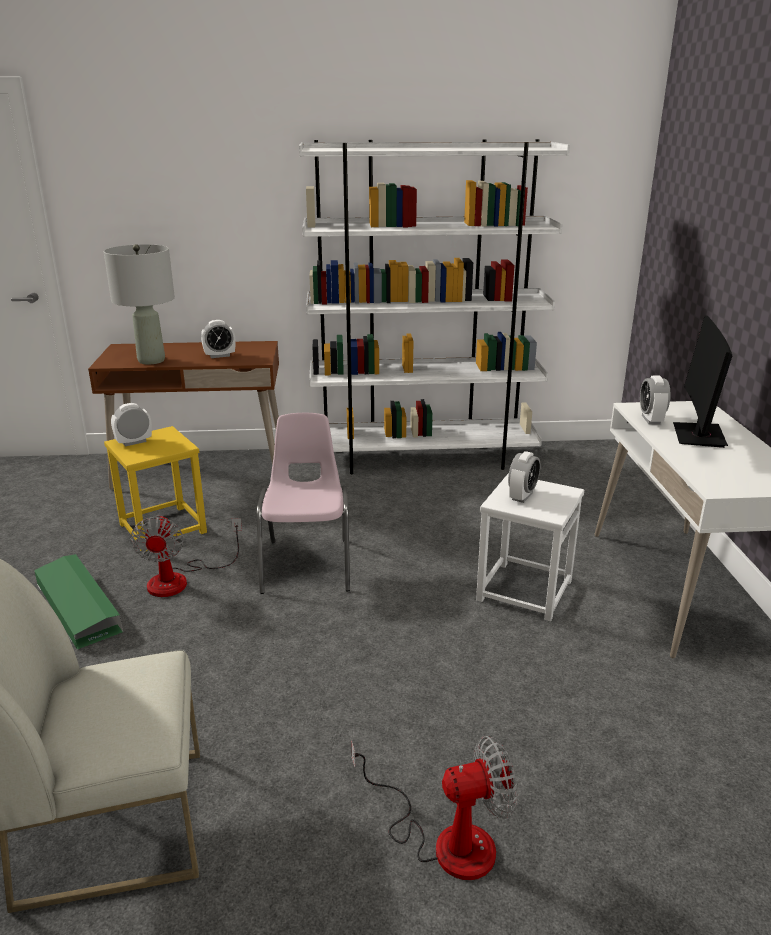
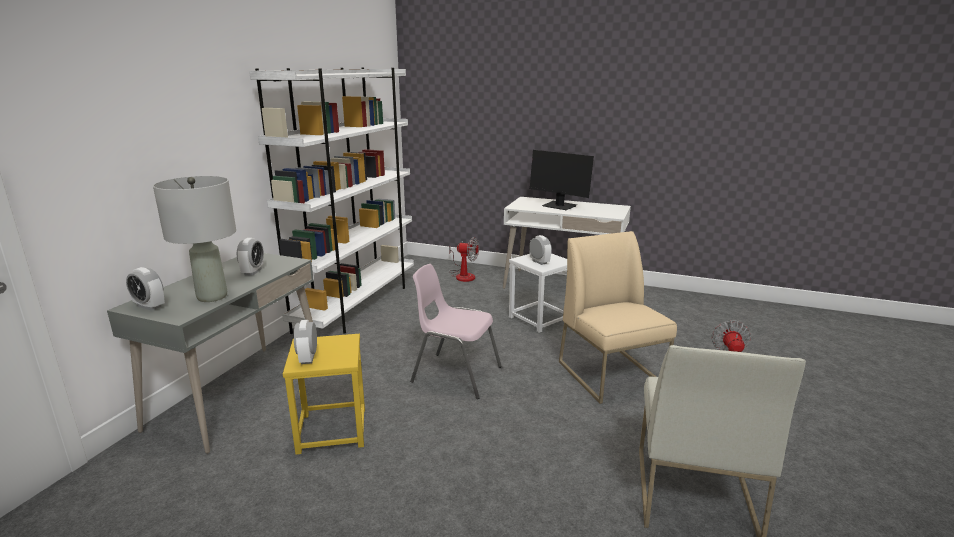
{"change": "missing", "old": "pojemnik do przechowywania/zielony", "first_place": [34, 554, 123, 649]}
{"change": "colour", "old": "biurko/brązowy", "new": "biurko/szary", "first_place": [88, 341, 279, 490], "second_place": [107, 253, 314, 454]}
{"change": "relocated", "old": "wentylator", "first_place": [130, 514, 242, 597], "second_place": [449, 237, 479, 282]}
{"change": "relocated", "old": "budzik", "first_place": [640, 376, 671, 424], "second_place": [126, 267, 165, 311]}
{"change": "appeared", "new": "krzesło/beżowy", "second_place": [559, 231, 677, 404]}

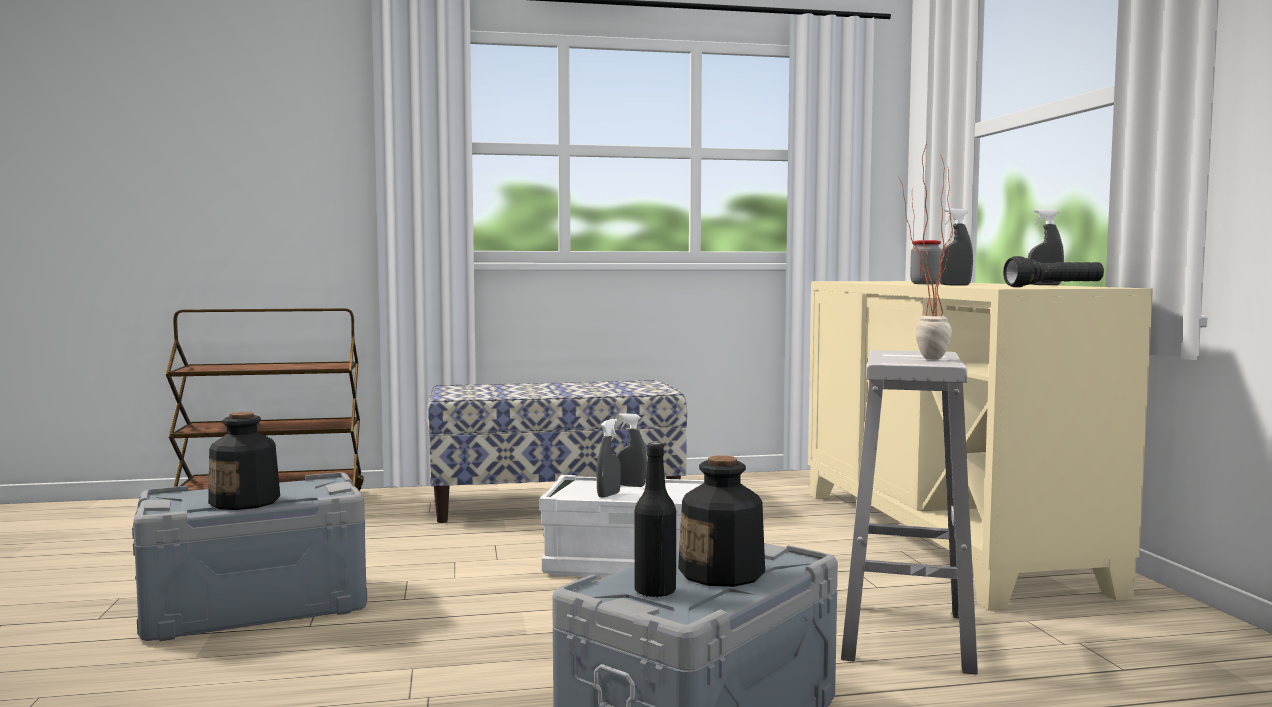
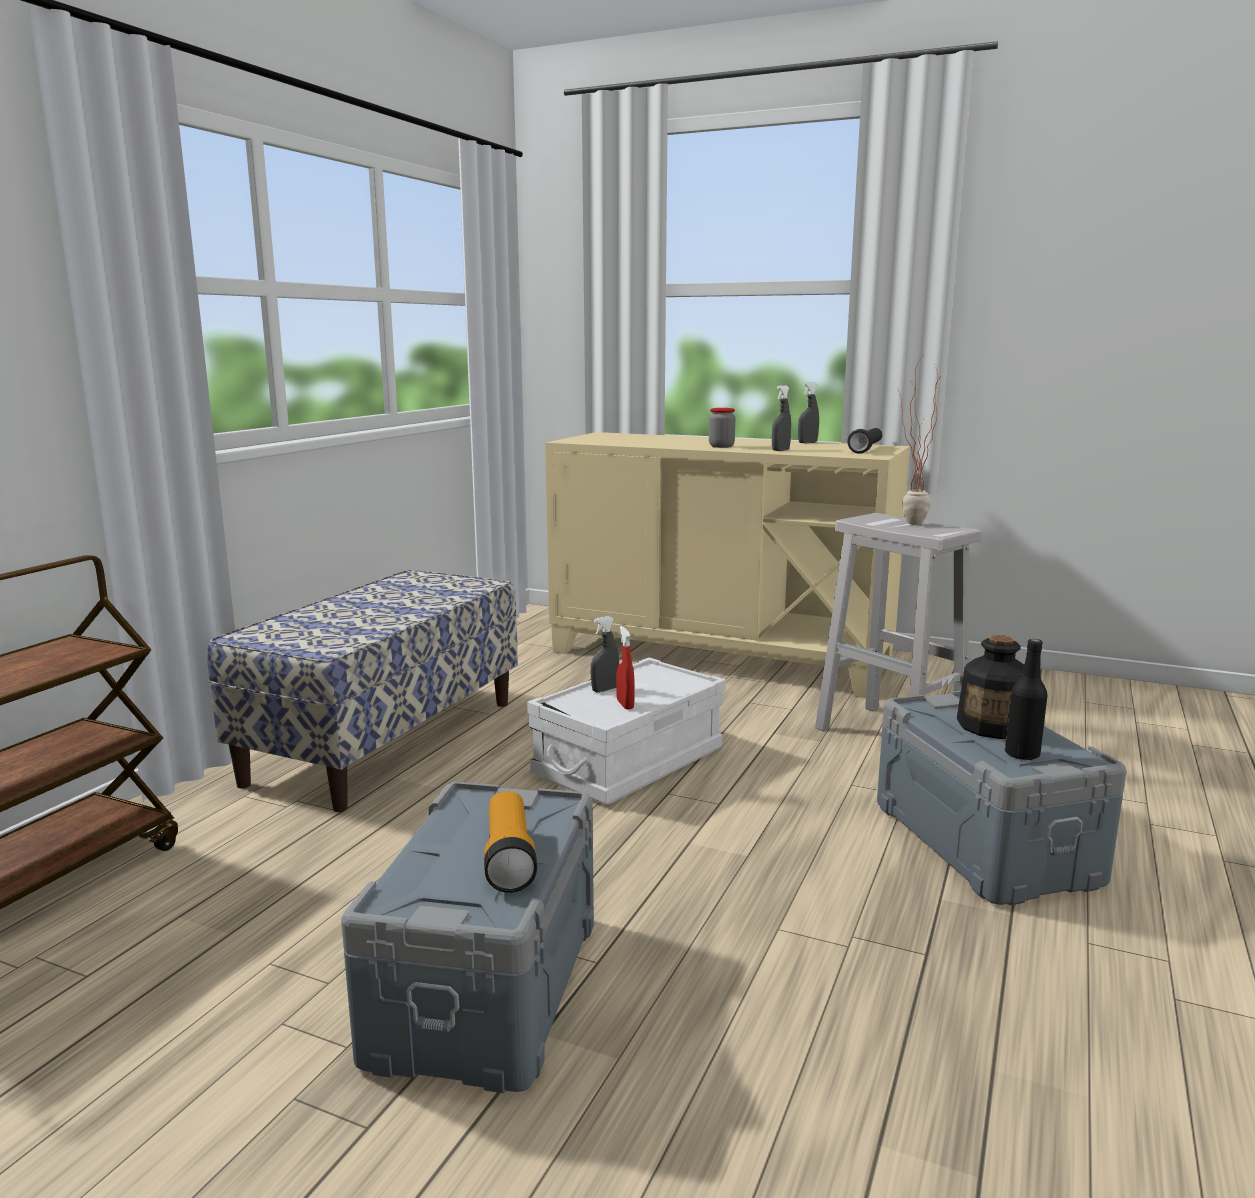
{"change": "exchanged", "old": "butelka", "new": "latarka", "first_place": [208, 412, 280, 510], "second_place": [484, 791, 537, 893]}
{"change": "colour", "old": "spryskiwacz/szary", "new": "spryskiwacz/czerwony", "first_place": [596, 419, 621, 498], "second_place": [616, 626, 635, 710]}

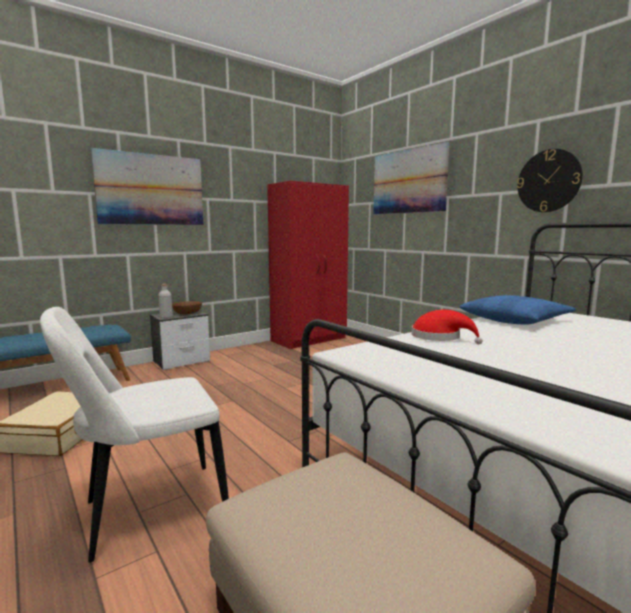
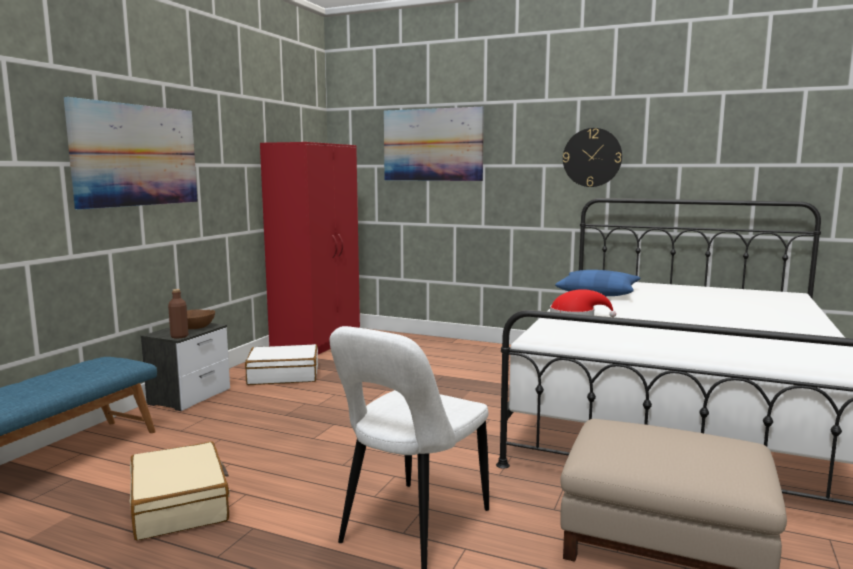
{"change": "colour", "old": "butelka/szary", "new": "butelka/brązowy", "first_place": [159, 284, 173, 319], "second_place": [168, 289, 188, 339]}
{"change": "appeared", "new": "walizka/biały", "second_place": [245, 344, 318, 385]}

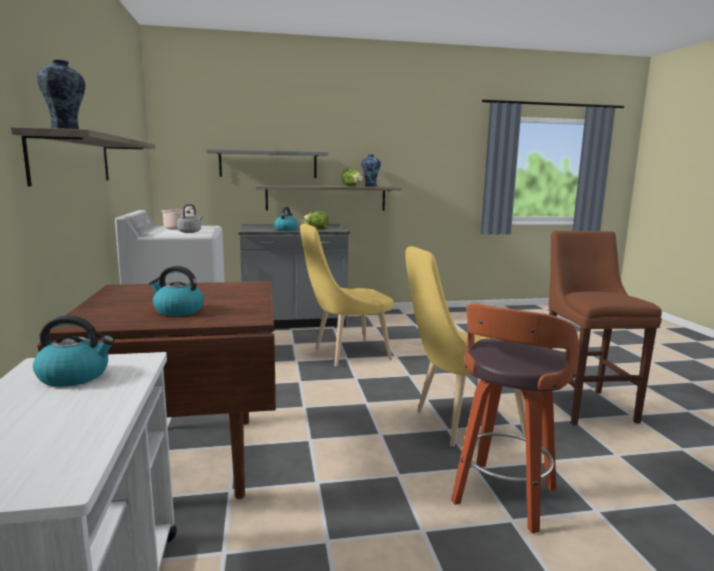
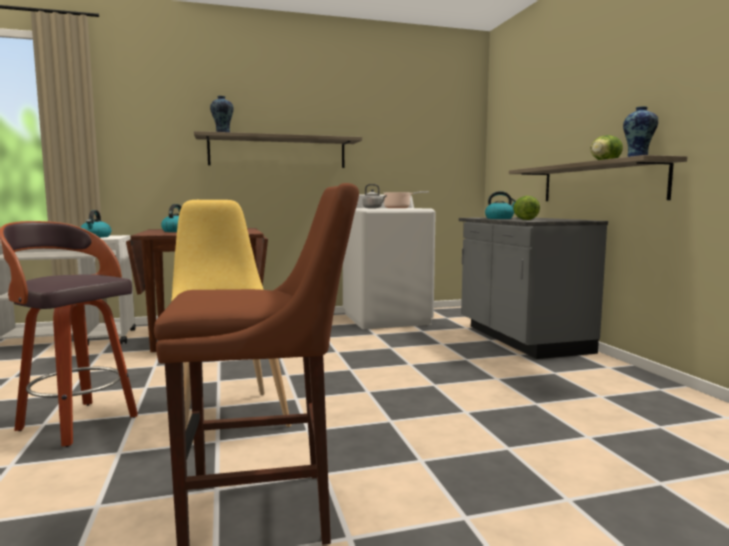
{"change": "missing", "old": "półka/szary", "first_place": [206, 149, 328, 178]}
{"change": "missing", "old": "krzesło/żółty", "first_place": [300, 224, 394, 367]}

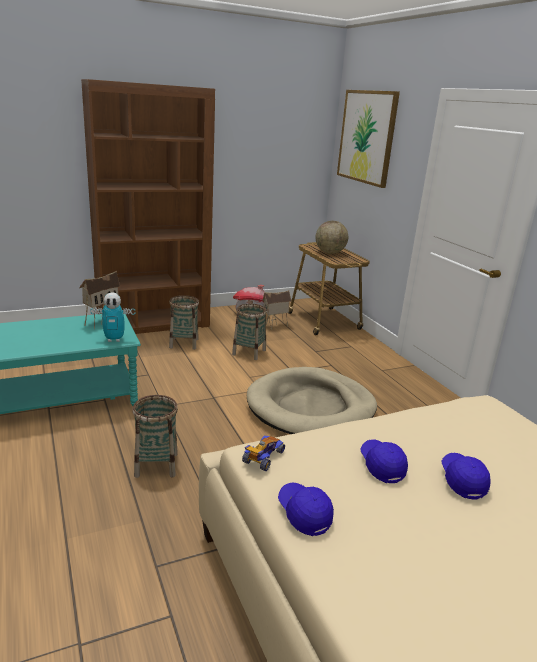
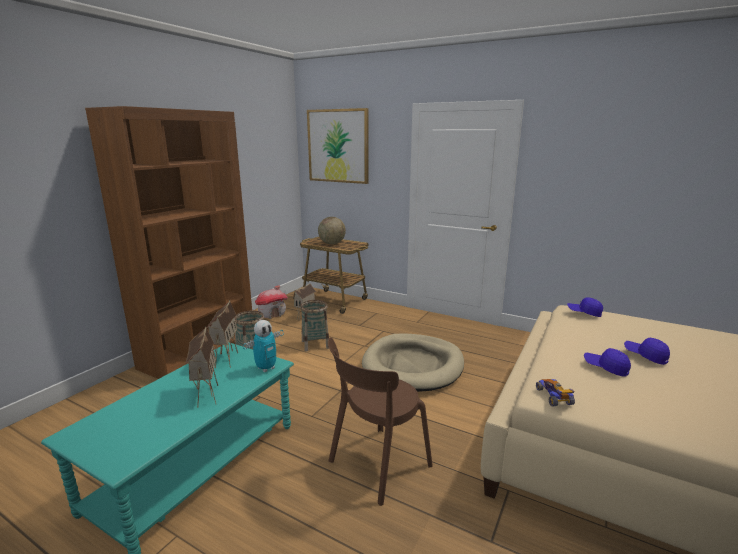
{"change": "exchanged", "old": "koszyk", "new": "krzesło/brązowy", "first_place": [133, 395, 178, 478], "second_place": [328, 337, 433, 506]}
{"change": "relocated", "old": "czapka z daszkiem/niebieski", "first_place": [278, 482, 334, 536], "second_place": [567, 297, 603, 317]}
{"change": "appeared", "new": "domek", "second_place": [185, 327, 218, 408]}

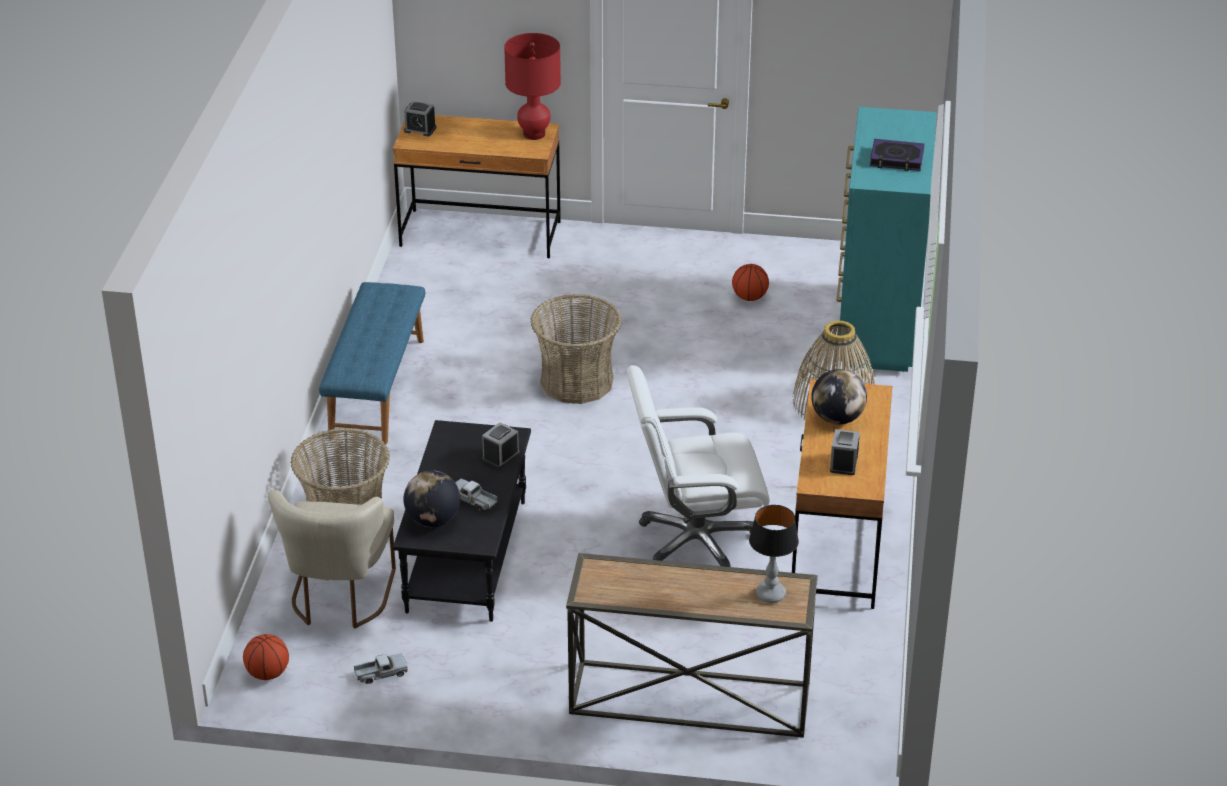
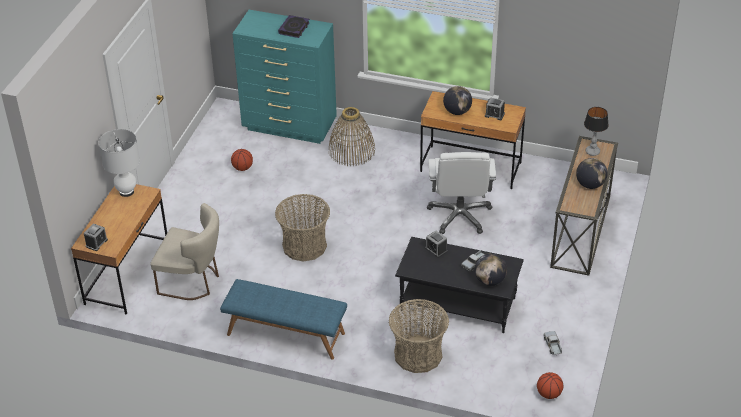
{"change": "relocated", "old": "krzesło/beżowy", "first_place": [268, 490, 396, 629], "second_place": [150, 203, 219, 300]}
{"change": "colour", "old": "lampa stołowa/czerwony", "new": "lampa stołowa/biały", "first_place": [504, 33, 561, 140], "second_place": [98, 129, 140, 197]}
{"change": "appeared", "new": "globus", "second_place": [576, 158, 607, 189]}

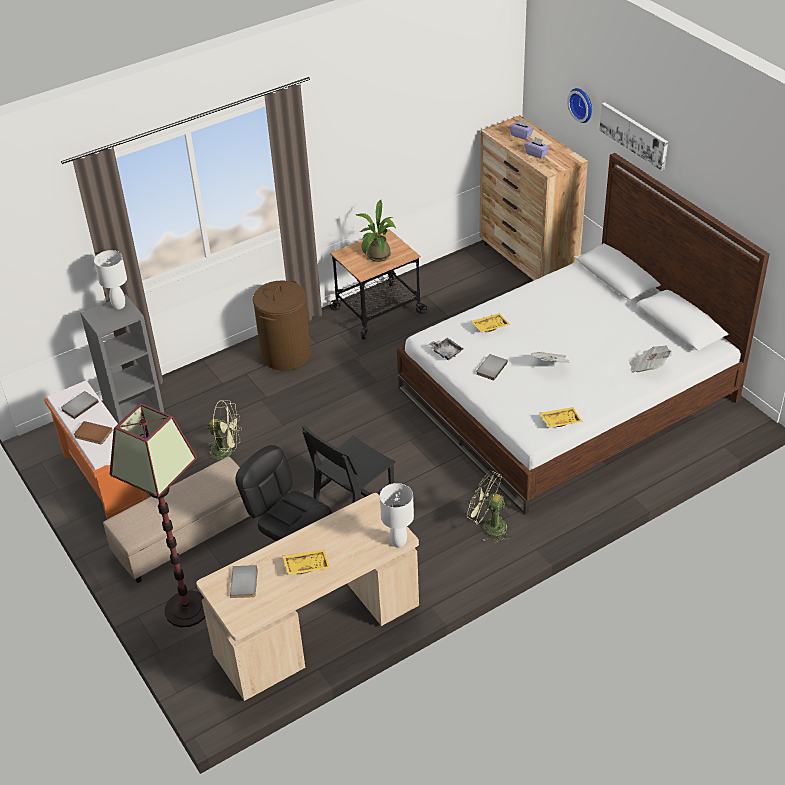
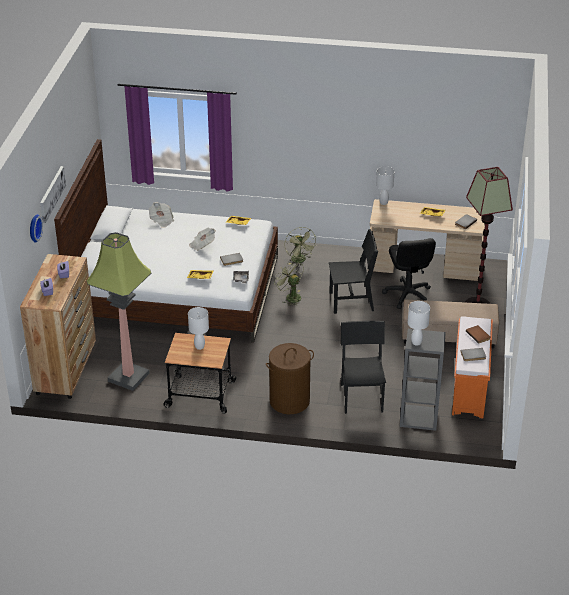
{"change": "relocated", "old": "wentylator/zielony", "first_place": [204, 400, 242, 460], "second_place": [274, 260, 304, 306]}
{"change": "exchanged", "old": "roślina doniczkowa", "new": "lampa stołowa/biały", "first_place": [356, 199, 396, 262], "second_place": [188, 307, 209, 350]}
{"change": "appeared", "new": "lampa stojąca", "second_place": [87, 232, 151, 391]}
{"change": "appeared", "new": "krzesło/czarny", "second_place": [341, 321, 386, 414]}

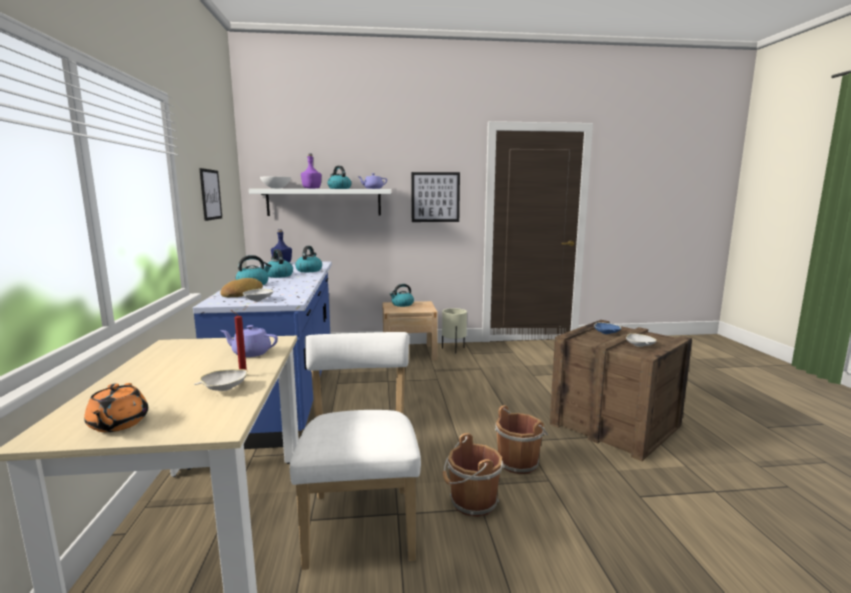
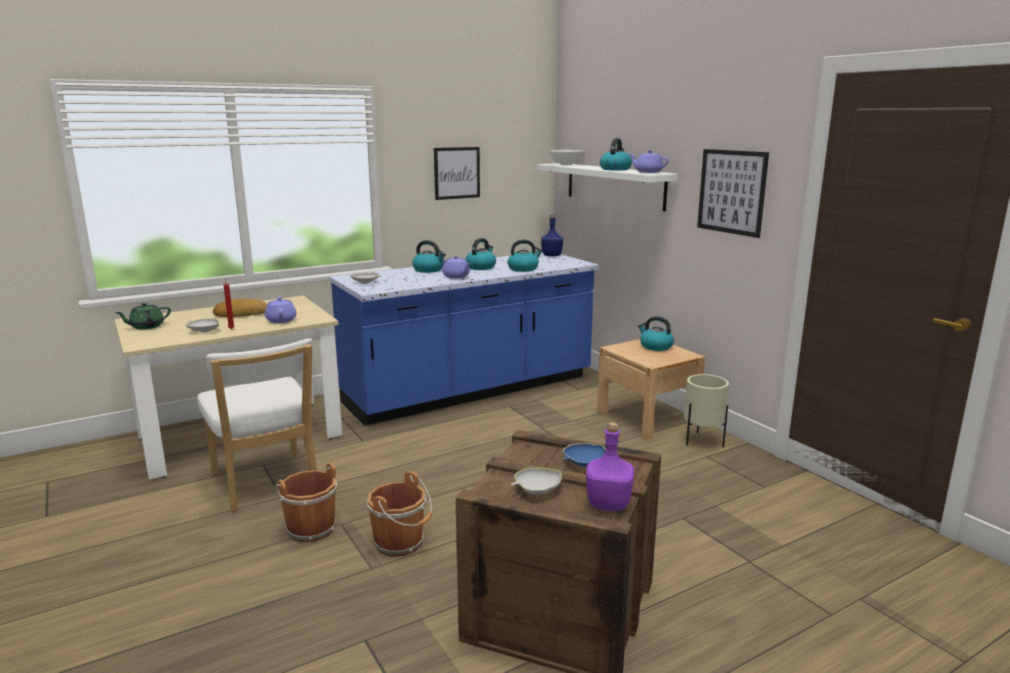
{"change": "colour", "old": "imbryk/pomarańczowy", "new": "imbryk/zielony", "first_place": [84, 383, 148, 432], "second_place": [115, 303, 171, 330]}
{"change": "relocated", "old": "chleb", "first_place": [220, 278, 263, 297], "second_place": [213, 299, 267, 317]}
{"change": "spun", "old": "krzesło/biały", "first_place": [290, 332, 421, 570], "second_place": [197, 338, 317, 512], "degrees": 90}
{"change": "relocated", "old": "butelka/fioletowy", "first_place": [301, 154, 321, 189], "second_place": [586, 422, 634, 511]}
{"change": "appeared", "new": "imbryk/fioletowy", "second_place": [442, 256, 470, 279]}

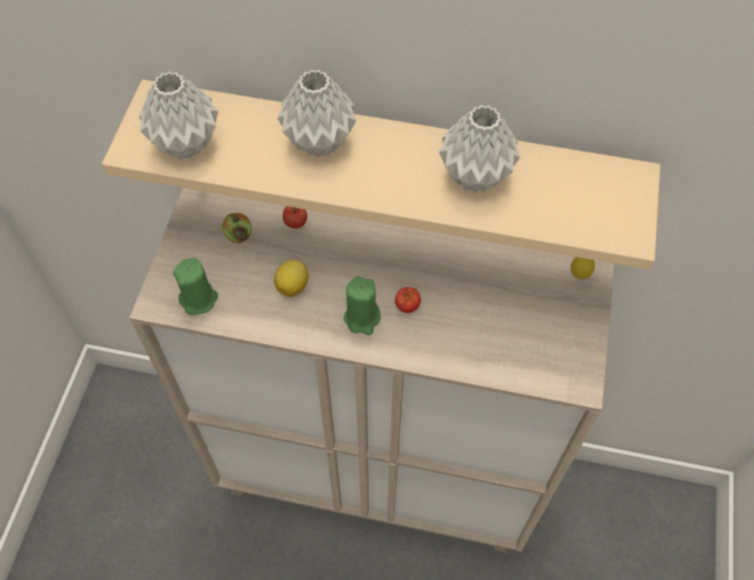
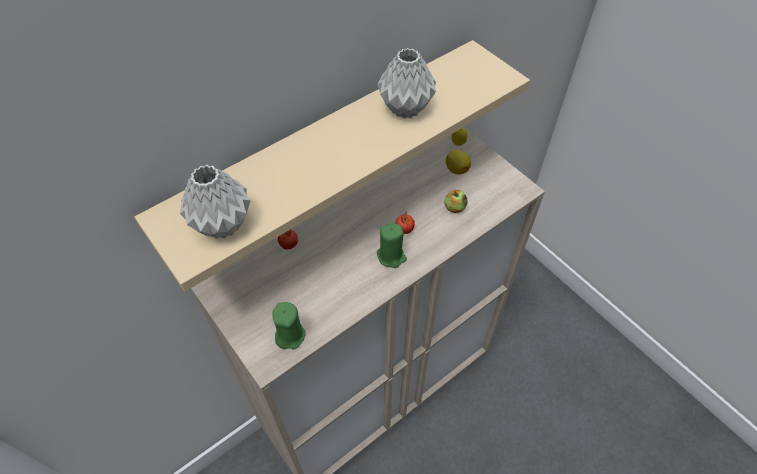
{"change": "relocated", "old": "jabłko", "first_place": [222, 213, 252, 243], "second_place": [445, 190, 467, 213]}
{"change": "relocated", "old": "cytryna", "first_place": [274, 260, 309, 297], "second_place": [446, 149, 471, 175]}
{"change": "missing", "old": "wazon/szary", "first_place": [278, 70, 356, 157]}

